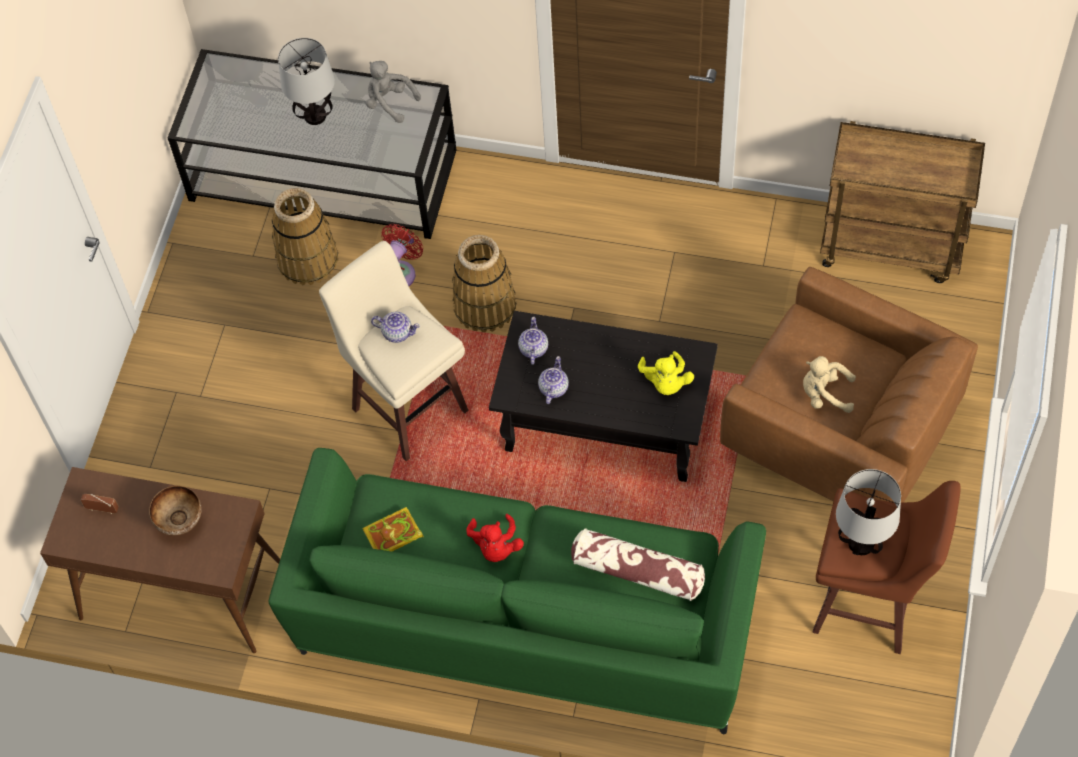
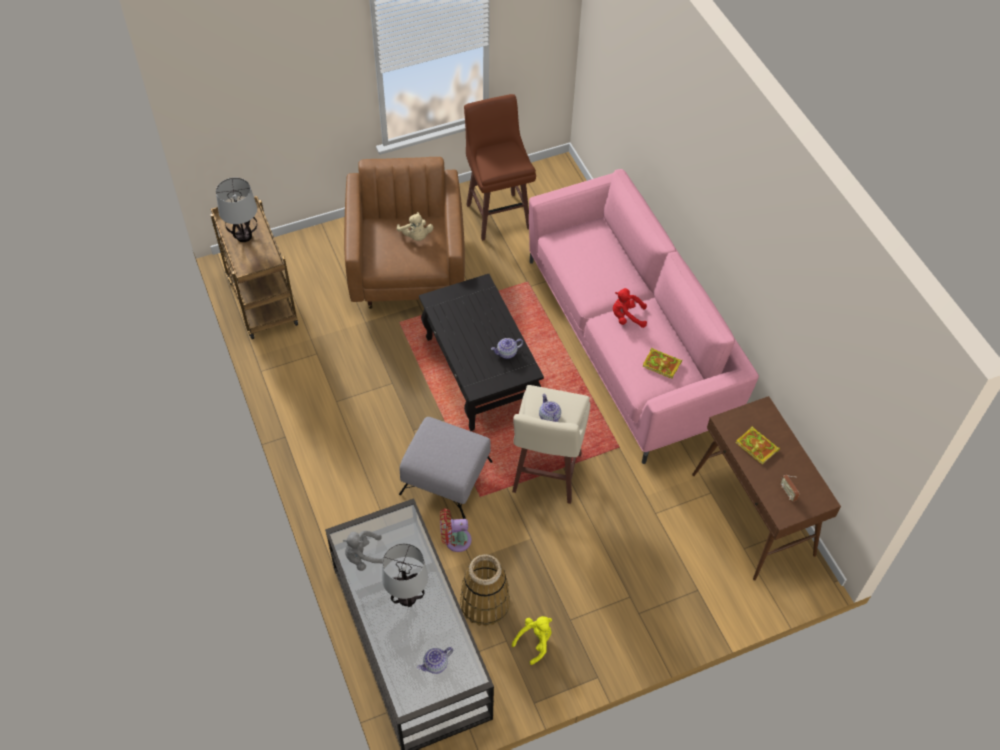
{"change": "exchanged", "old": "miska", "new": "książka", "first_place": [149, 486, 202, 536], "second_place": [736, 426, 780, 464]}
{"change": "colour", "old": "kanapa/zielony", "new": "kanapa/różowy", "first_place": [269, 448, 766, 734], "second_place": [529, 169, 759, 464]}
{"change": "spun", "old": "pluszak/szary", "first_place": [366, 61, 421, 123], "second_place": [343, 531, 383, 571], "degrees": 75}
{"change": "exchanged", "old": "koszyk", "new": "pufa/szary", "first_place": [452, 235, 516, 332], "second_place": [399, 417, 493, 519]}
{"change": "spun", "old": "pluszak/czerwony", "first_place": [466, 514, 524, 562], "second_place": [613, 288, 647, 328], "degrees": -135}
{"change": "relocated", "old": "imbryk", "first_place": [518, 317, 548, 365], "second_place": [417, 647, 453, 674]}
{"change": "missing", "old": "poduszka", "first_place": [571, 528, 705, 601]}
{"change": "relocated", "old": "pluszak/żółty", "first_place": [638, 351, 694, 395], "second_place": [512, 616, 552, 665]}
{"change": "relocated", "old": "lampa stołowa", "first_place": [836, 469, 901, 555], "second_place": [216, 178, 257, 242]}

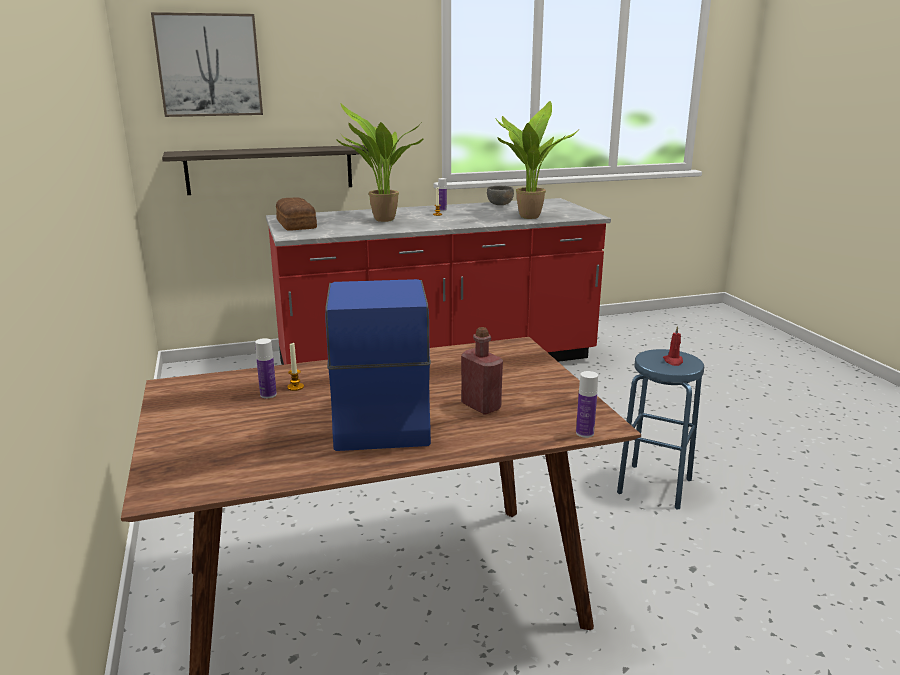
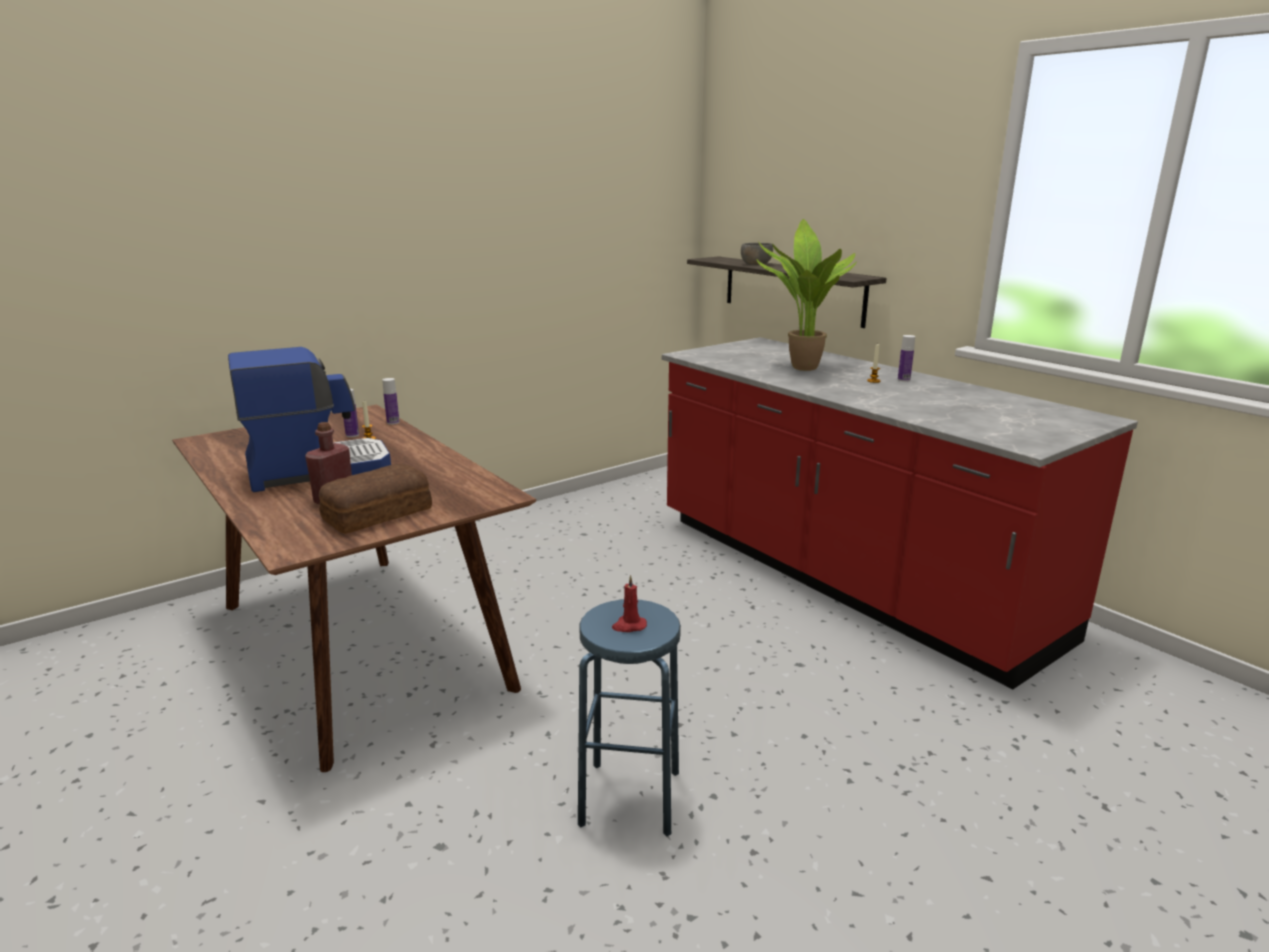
{"change": "missing", "old": "obraz", "first_place": [151, 12, 263, 117]}
{"change": "relocated", "old": "chleb", "first_place": [276, 197, 317, 231], "second_place": [319, 464, 432, 534]}
{"change": "relocated", "old": "miska/szary", "first_place": [487, 186, 514, 205], "second_place": [741, 243, 773, 265]}
{"change": "missing", "old": "roślina doniczkowa", "first_place": [495, 101, 579, 219]}
{"change": "relocated", "old": "butelka", "first_place": [576, 371, 598, 438], "second_place": [382, 378, 400, 425]}

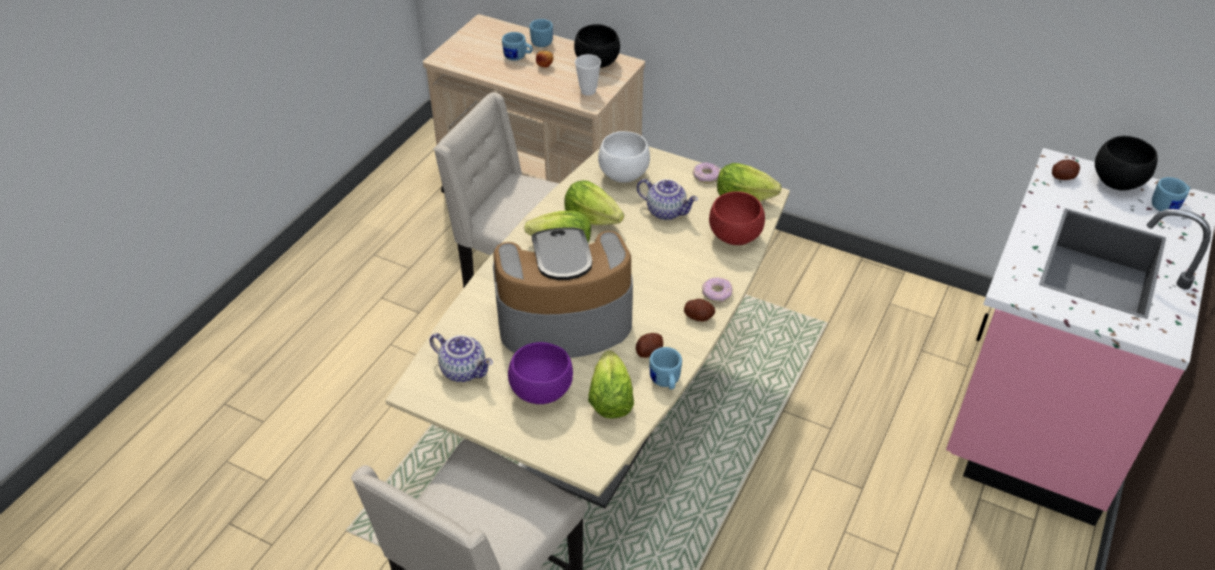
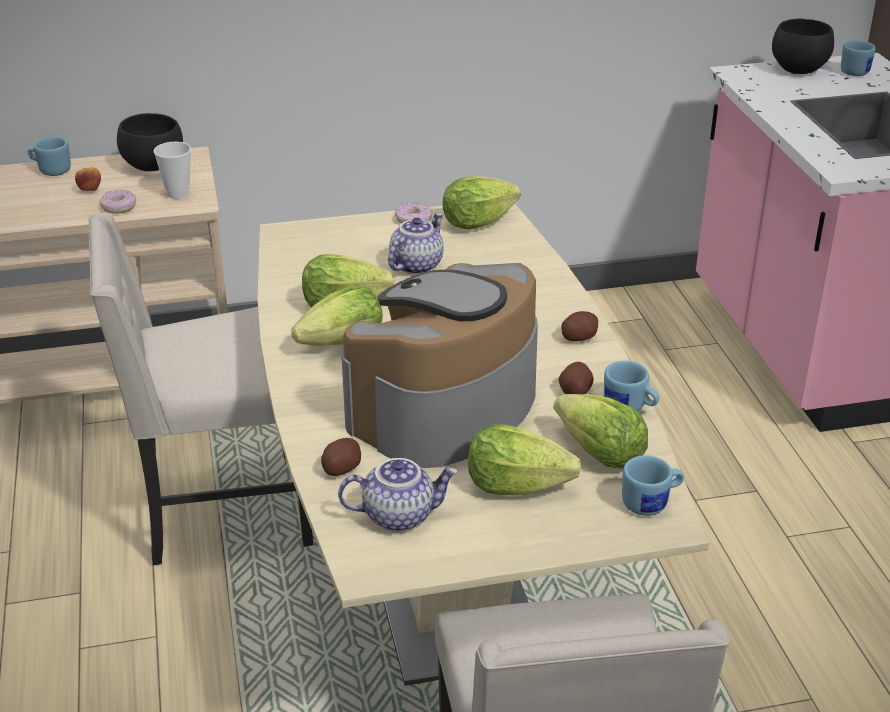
{"change": "relocated", "old": "kubek/niebieski", "first_place": [502, 32, 533, 61], "second_place": [622, 455, 684, 516]}
{"change": "exchanged", "old": "miska/fioletowy", "new": "sałata", "first_place": [508, 342, 573, 404], "second_place": [468, 424, 581, 495]}
{"change": "missing", "old": "miska/biały", "first_place": [598, 131, 650, 183]}
{"change": "spun", "old": "imbryk", "first_place": [637, 179, 698, 220], "second_place": [388, 213, 444, 274], "degrees": -45}
{"change": "relocated", "old": "donut", "first_place": [702, 277, 733, 303], "second_place": [99, 190, 136, 214]}
{"change": "missing", "old": "miska/czerwony", "first_place": [709, 191, 765, 245]}
{"change": "relocated", "old": "ziemniak", "first_place": [1052, 159, 1080, 180], "second_place": [321, 438, 361, 476]}

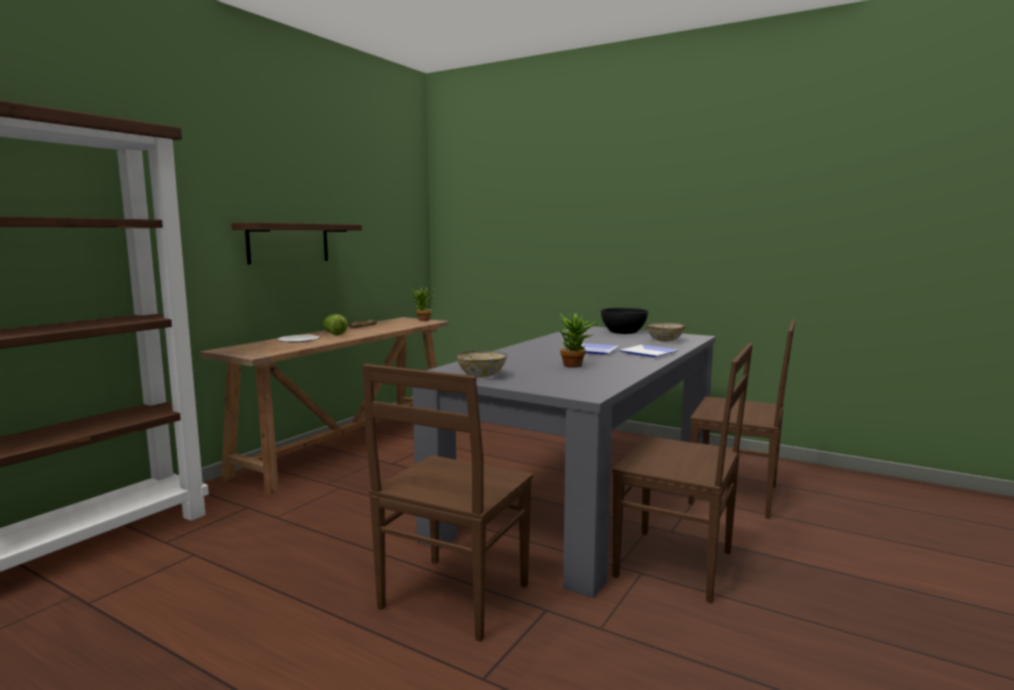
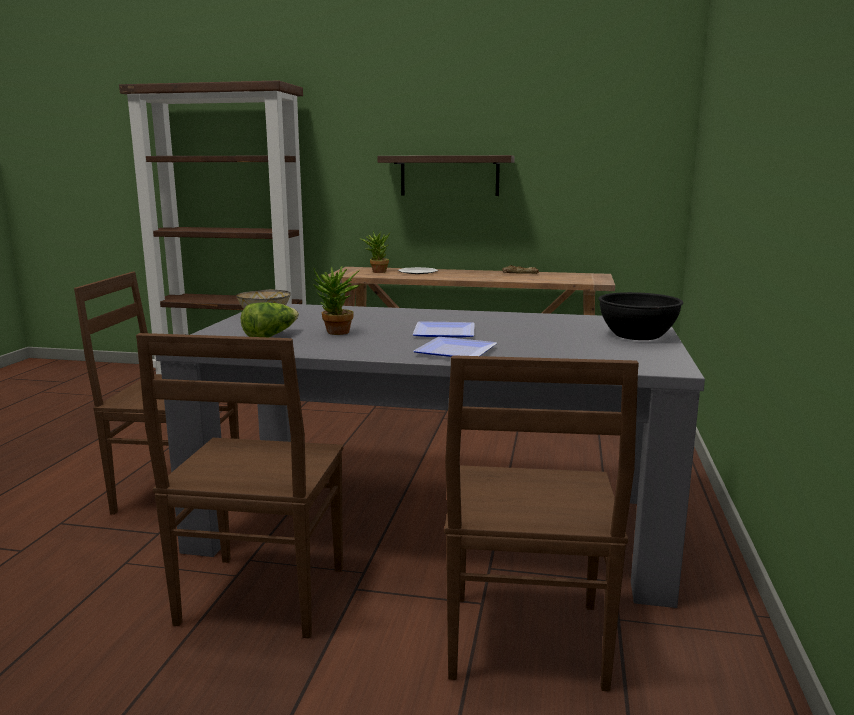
{"change": "relocated", "old": "sałata", "first_place": [323, 314, 348, 335], "second_place": [241, 302, 299, 337]}
{"change": "relocated", "old": "roślina doniczkowa", "first_place": [412, 287, 435, 321], "second_place": [359, 231, 390, 273]}
{"change": "missing", "old": "miska", "first_place": [646, 322, 685, 342]}

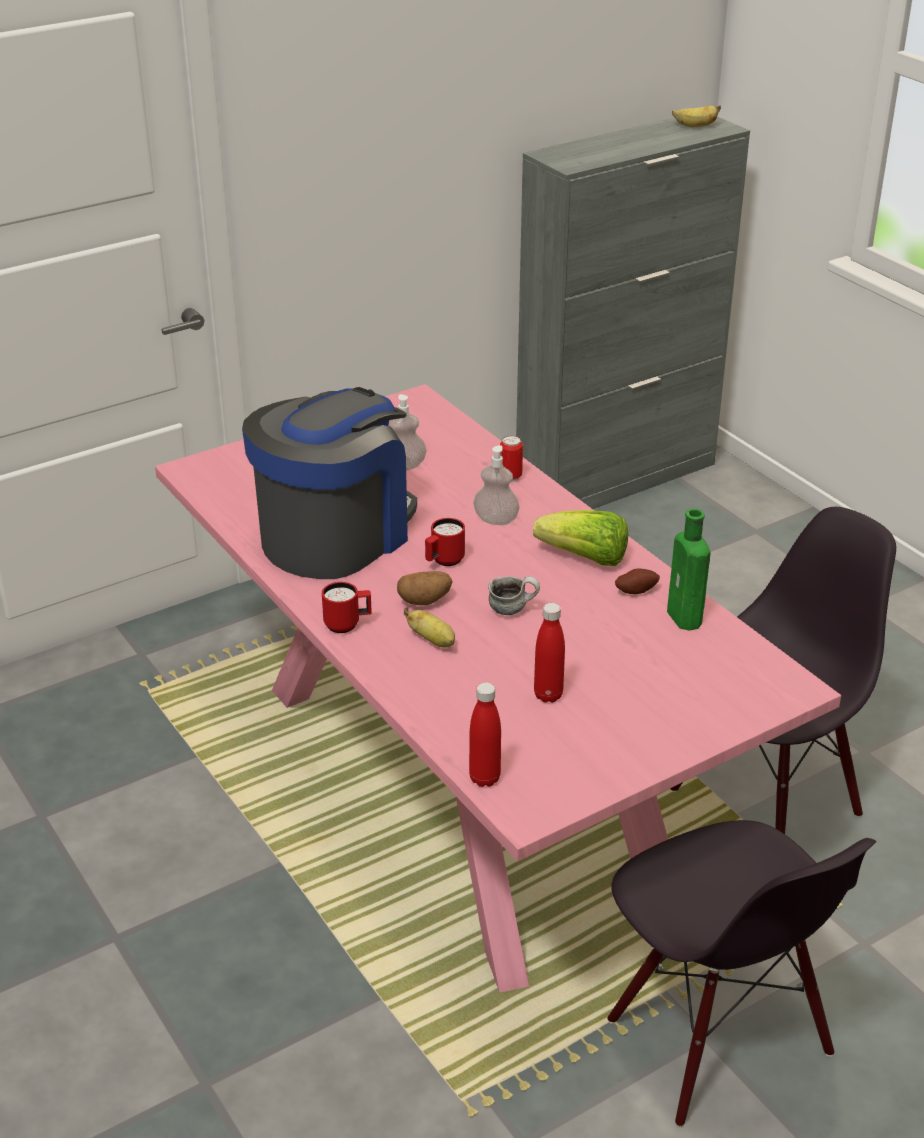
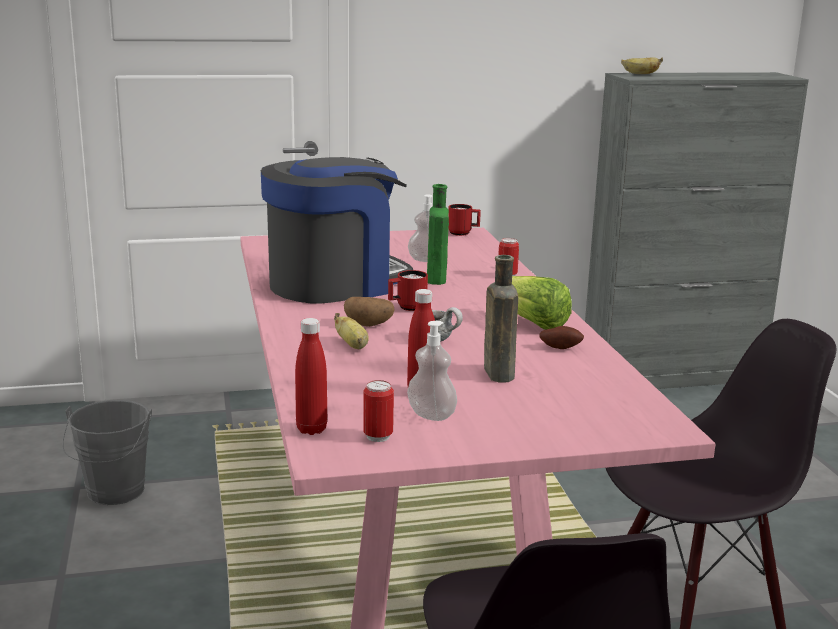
{"change": "relocated", "old": "kubek/czerwony", "first_place": [322, 582, 372, 633], "second_place": [448, 204, 481, 236]}
{"change": "relocated", "old": "dozownik mydła", "first_place": [473, 445, 520, 525], "second_place": [407, 321, 457, 421]}
{"change": "relocated", "old": "butelka/zielony", "first_place": [667, 509, 710, 631], "second_place": [427, 184, 449, 285]}
{"change": "relocated", "old": "banan", "first_place": [672, 105, 721, 127], "second_place": [621, 57, 663, 74]}
{"change": "appeared", "new": "wiadro/szary", "second_place": [62, 400, 152, 505]}
{"change": "appeared", "new": "puszka", "second_place": [363, 380, 394, 442]}
{"change": "appeared", "new": "butelka/brązowy", "second_place": [484, 255, 518, 383]}

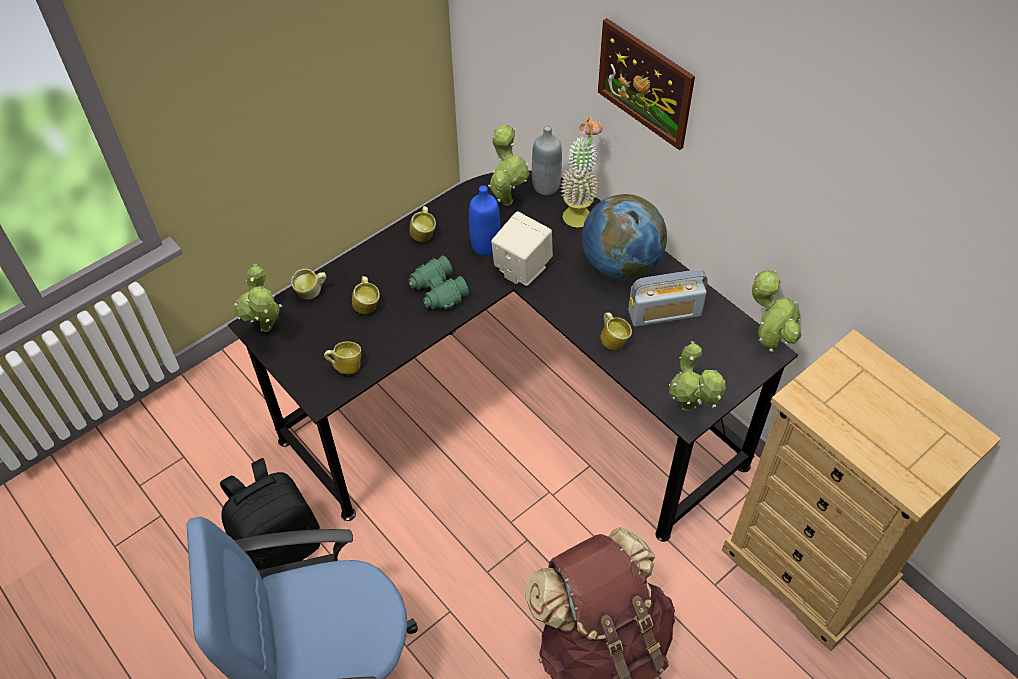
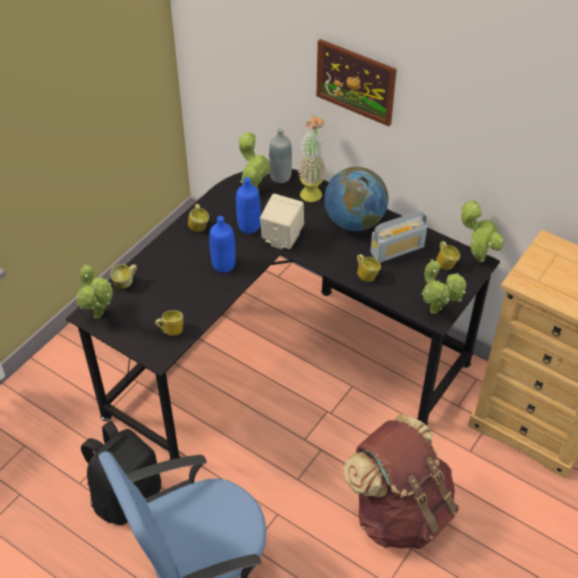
{"change": "relocated", "old": "kubek", "first_place": [352, 276, 380, 314], "second_place": [436, 241, 460, 270]}
{"change": "exchanged", "old": "lornetka/zielony", "new": "butelka/niebieski", "first_place": [408, 256, 469, 309], "second_place": [209, 216, 236, 273]}

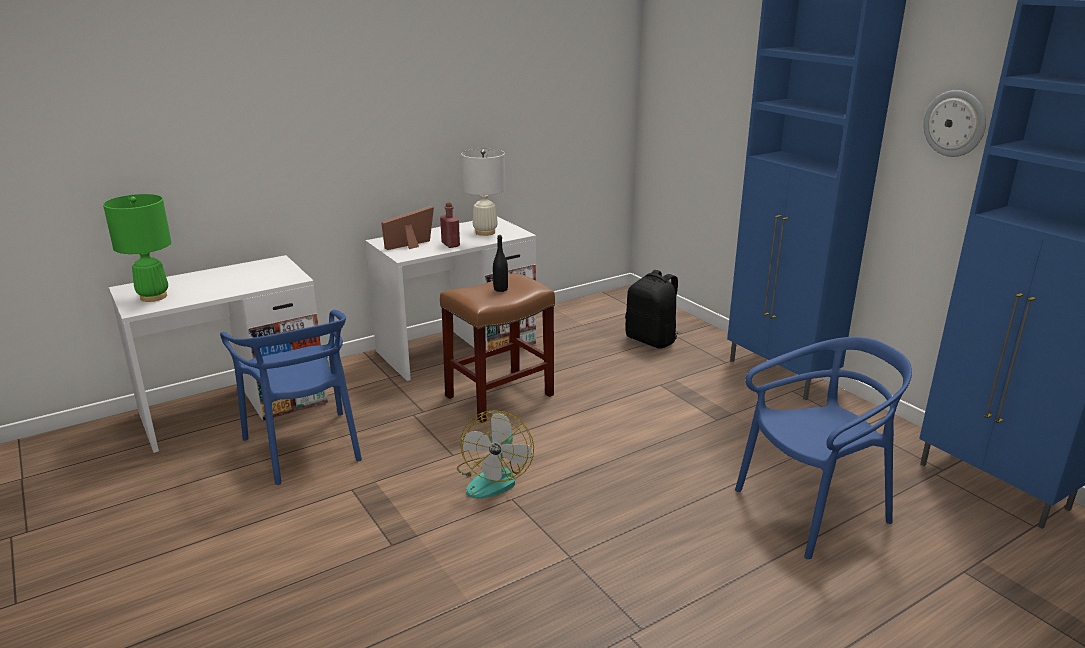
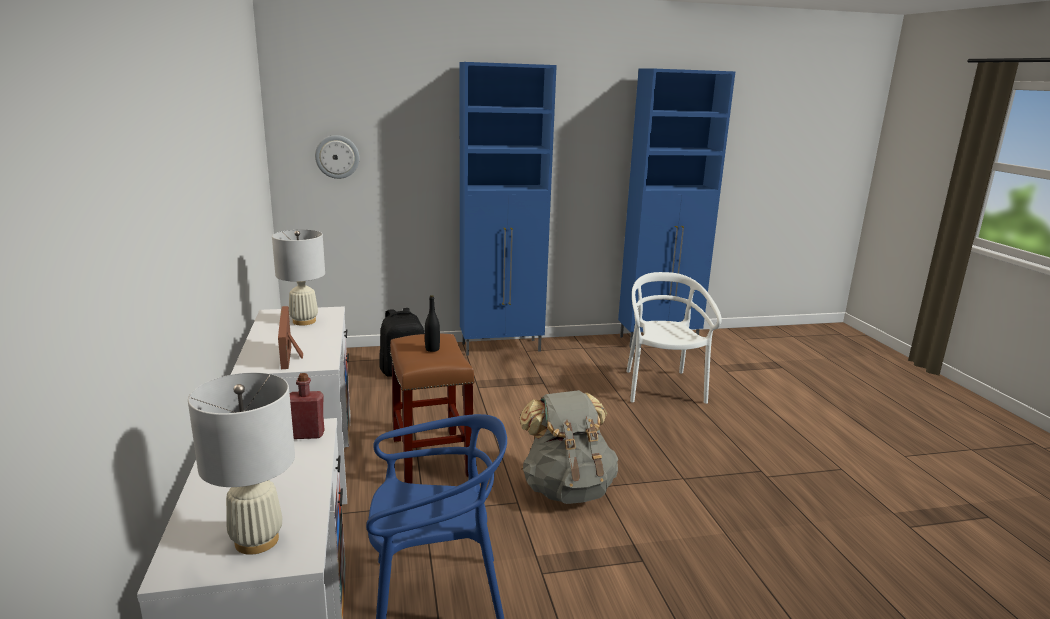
{"change": "colour", "old": "lampa stołowa/zielony", "new": "lampa stołowa/biały", "first_place": [103, 194, 171, 302], "second_place": [188, 373, 295, 555]}
{"change": "relocated", "old": "butelka/czerwony", "first_place": [440, 202, 460, 248], "second_place": [290, 373, 325, 439]}
{"change": "exchanged", "old": "wentylator", "new": "plecak/szary", "first_place": [457, 410, 534, 499], "second_place": [520, 390, 618, 504]}
{"change": "colour", "old": "krzesło/niebieski", "new": "krzesło/biały", "first_place": [735, 337, 912, 559], "second_place": [626, 272, 722, 404]}
{"change": "relocated", "old": "zegar ścienny", "first_place": [923, 90, 986, 157], "second_place": [315, 135, 359, 179]}

